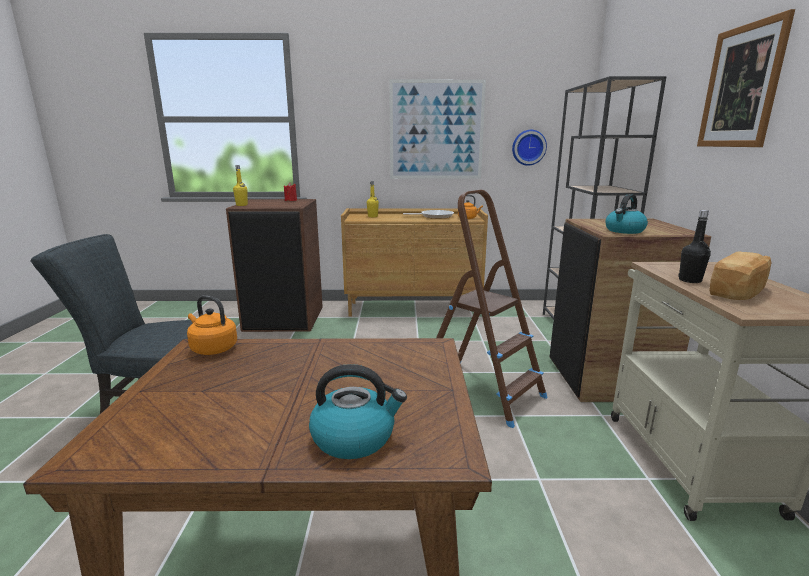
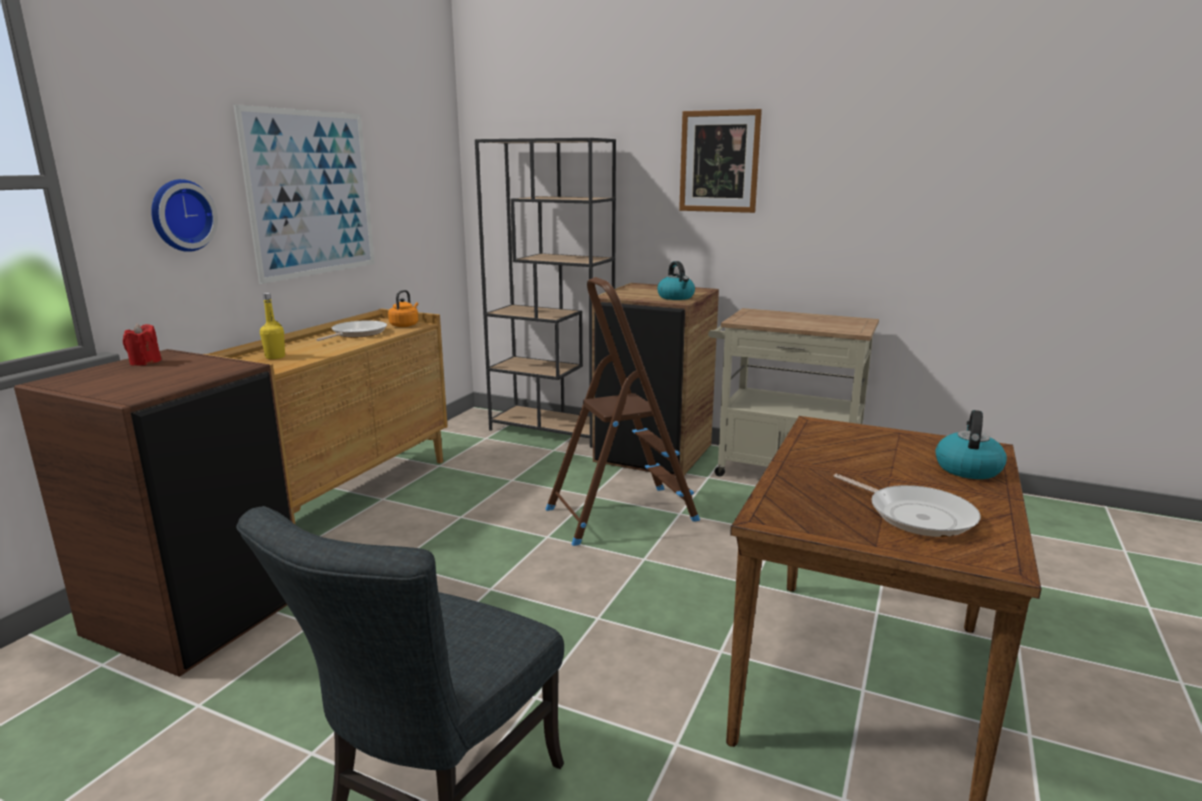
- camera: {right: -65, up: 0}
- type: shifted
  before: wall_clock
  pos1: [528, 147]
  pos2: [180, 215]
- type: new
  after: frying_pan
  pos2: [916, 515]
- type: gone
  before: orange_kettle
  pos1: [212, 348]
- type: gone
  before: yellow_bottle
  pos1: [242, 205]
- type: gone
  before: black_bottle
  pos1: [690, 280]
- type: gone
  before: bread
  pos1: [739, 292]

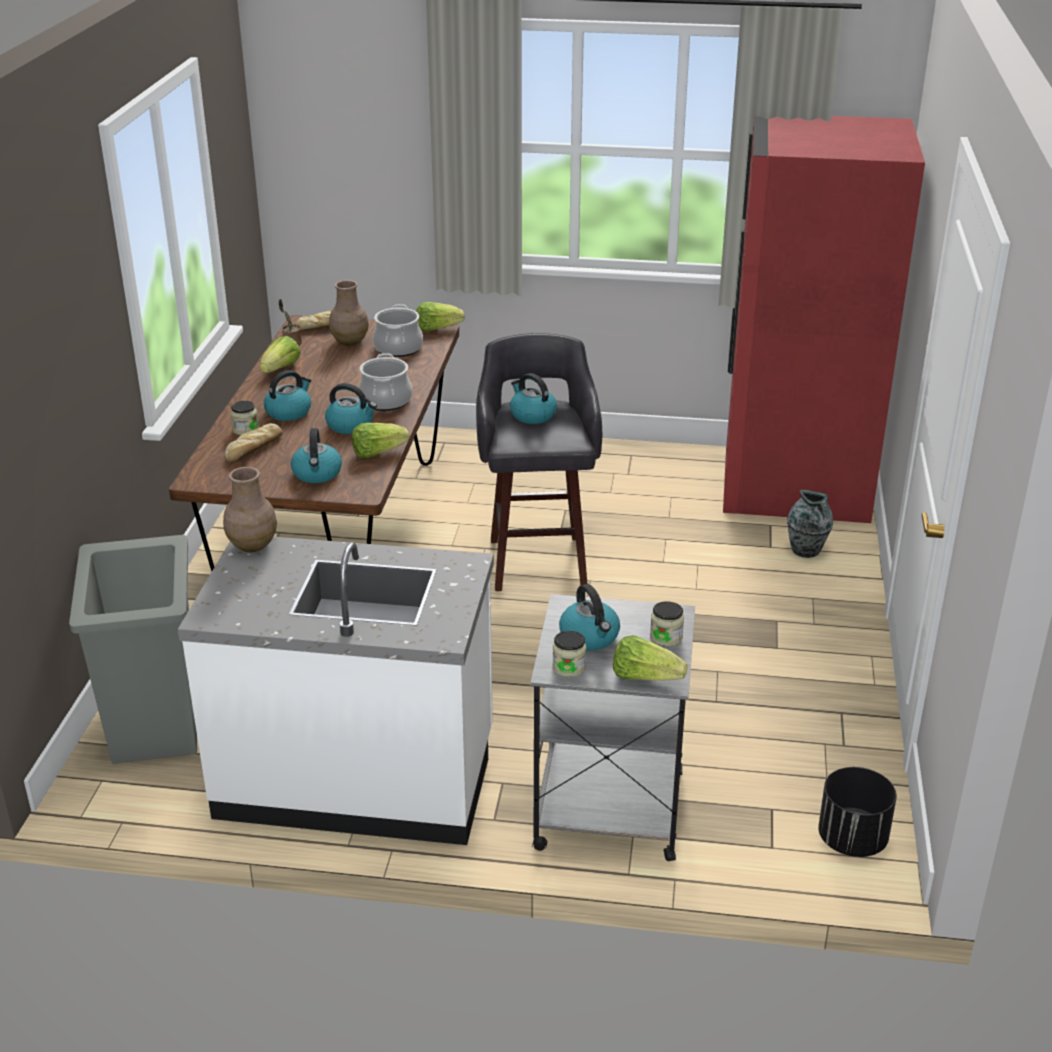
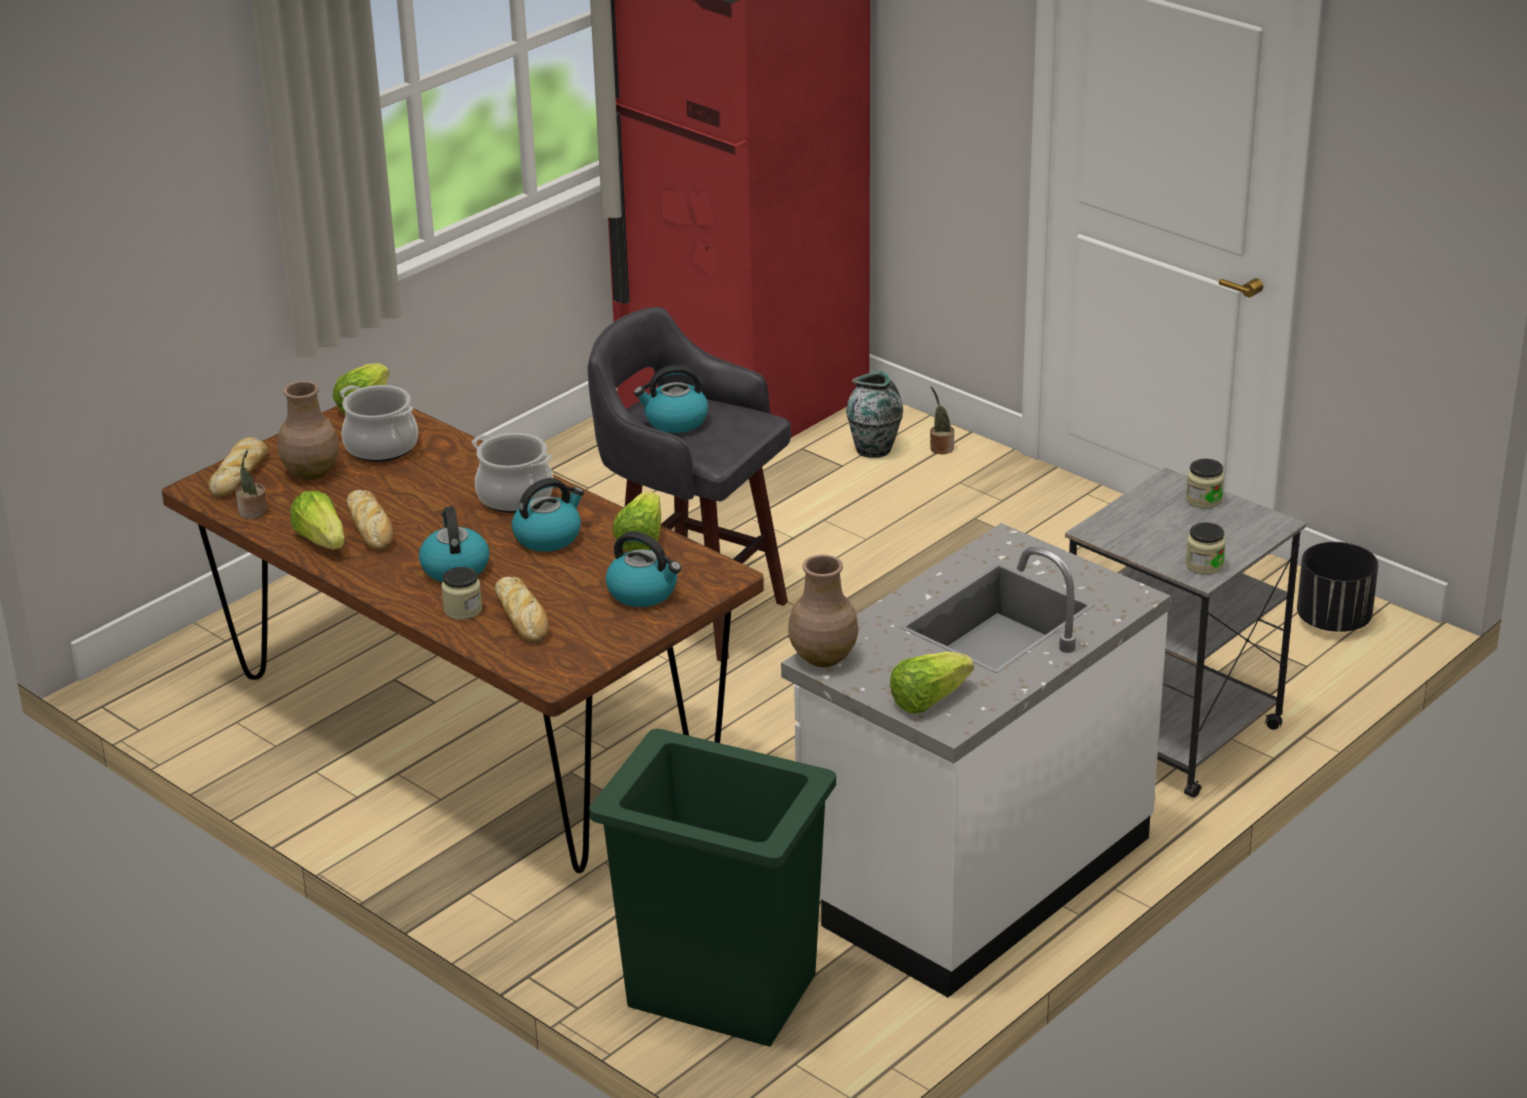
- camera: {right: -55, up: 0}
- type: new
  after: bread
  pos2: [371, 528]
- type: repainted
  before: grey_trash_can
  after: green_trash_can
  pos1: [157, 722]
  pos2: [720, 989]
- type: shifted
  before: lettuce
  pos1: [645, 677]
  pos2: [928, 700]
- type: new
  after: potted_plant
  pos2: [940, 448]
- type: gone
  before: kettle
  pos1: [590, 637]

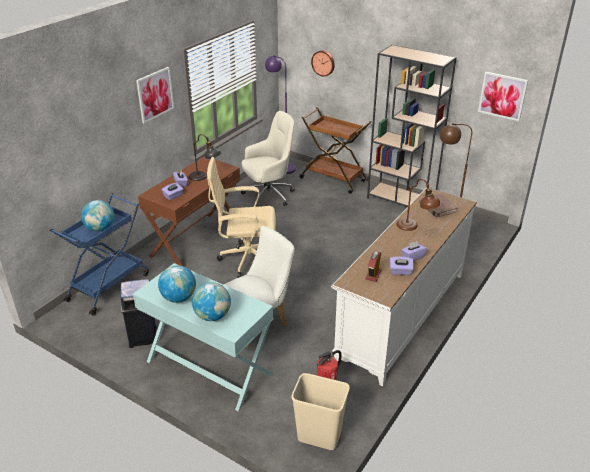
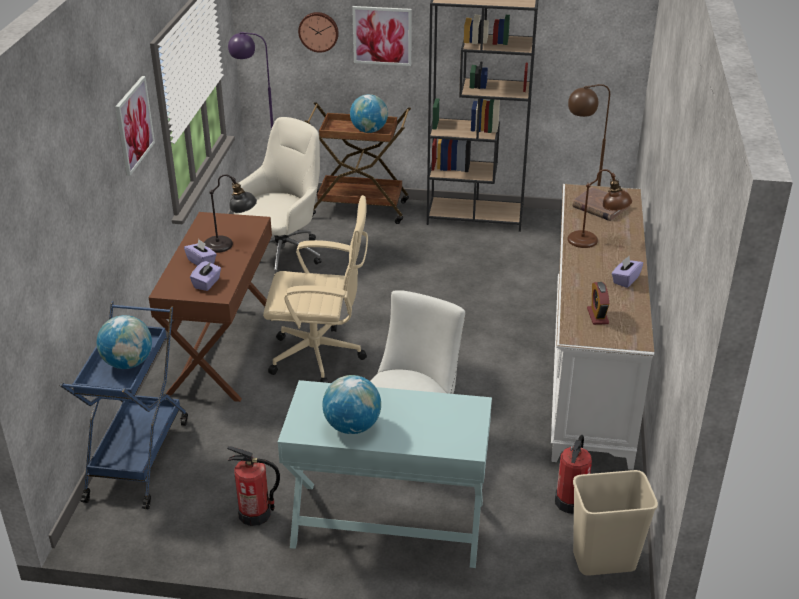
- camera: {right: -25, up: 0}
- type: swapped
  before: blue_trash_can
  after: fire_extinguisher
  pos1: [143, 336]
  pos2: [255, 514]
- type: rotated
  before: beige_office_chair
  pos1: [245, 259]
  pos2: [321, 357]
  turn: -150
- type: shifted
  before: globe
  pos1: [212, 316]
  pos2: [369, 130]
- type: shifted
  before: picture
  pos1: [502, 96]
  pos2: [382, 35]
- type: gone
  before: purple_tissue_box
  pos1: [400, 271]

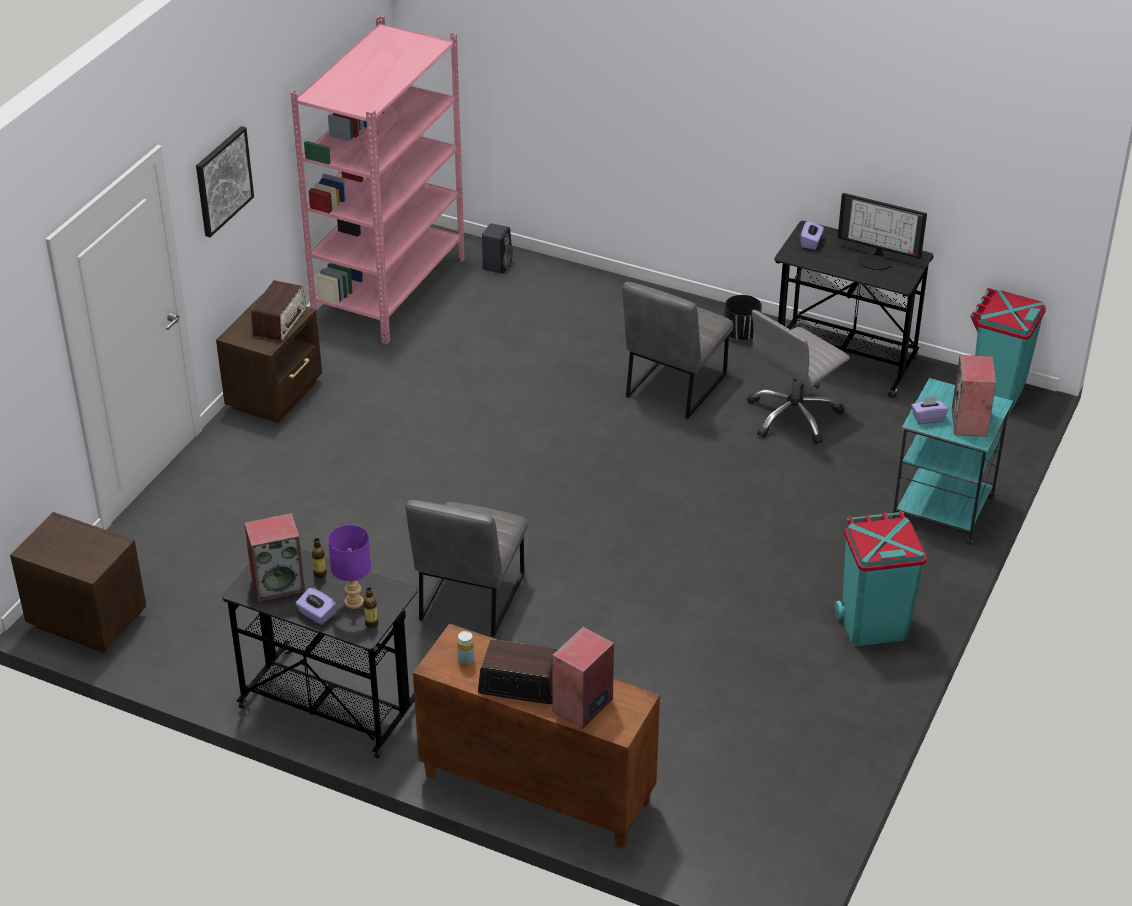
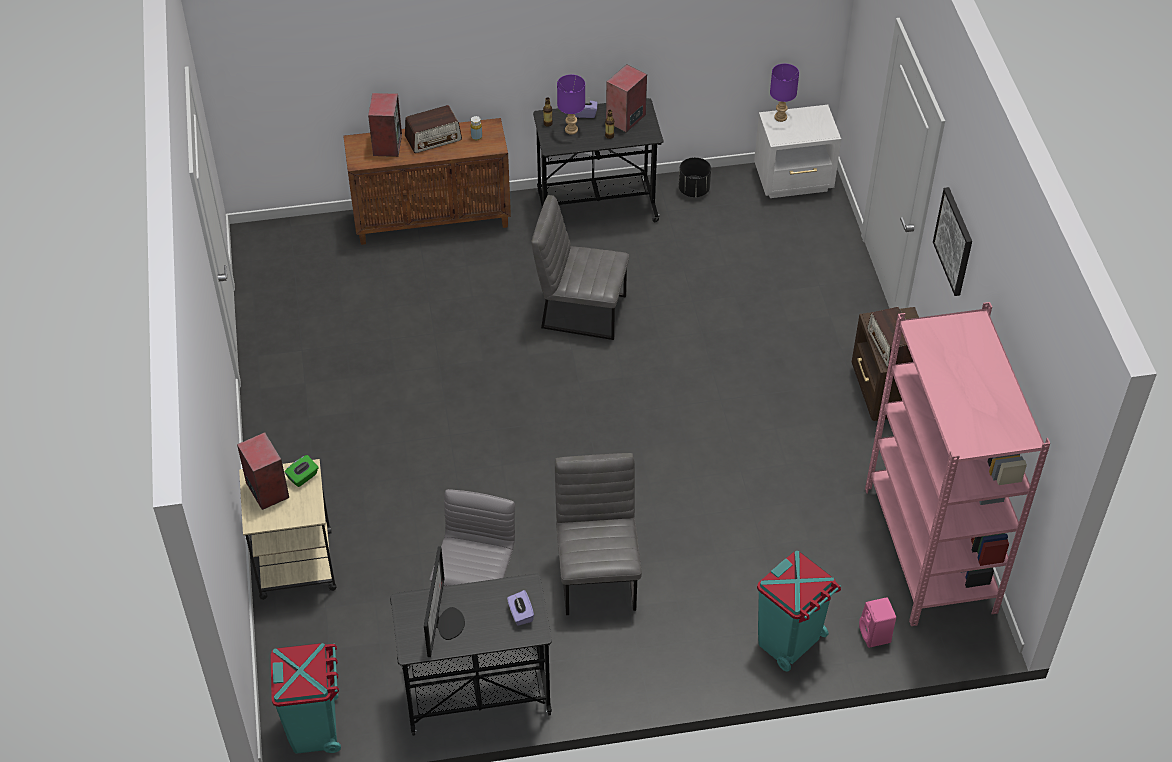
- camera: {right: 145, up: 10}
- type: repainted
  before: turquoise_cart
  after: beige_cart
  pos1: [942, 510]
  pos2: [296, 562]
- type: repainted
  before: purple_tissue_box
  after: green_tissue_box
  pos1: [927, 418]
  pos2: [303, 477]
- type: rotated
  before: monitor
  pos1: [876, 260]
  pos2: [446, 623]
  turn: 105
- type: rotated
  before: grey_chair
  pos1: [470, 599]
  pos2: [581, 310]
  turn: -60
- type: shifted
  before: black_planter
  pos1: [741, 333]
  pos2: [693, 190]
- type: repainted
  before: brown_nightstand
  after: white_nightstand
  pos1: [87, 620]
  pos2: [794, 180]
- type: shifted
  before: turquoise_trash_can
  pos1: [873, 625]
  pos2: [790, 641]
- type: new
  after: purple_table_lamp
  pos2: [781, 117]
- type: repainted
  before: black_speaker
  after: pink_speaker
  pos1: [497, 265]
  pos2: [875, 635]

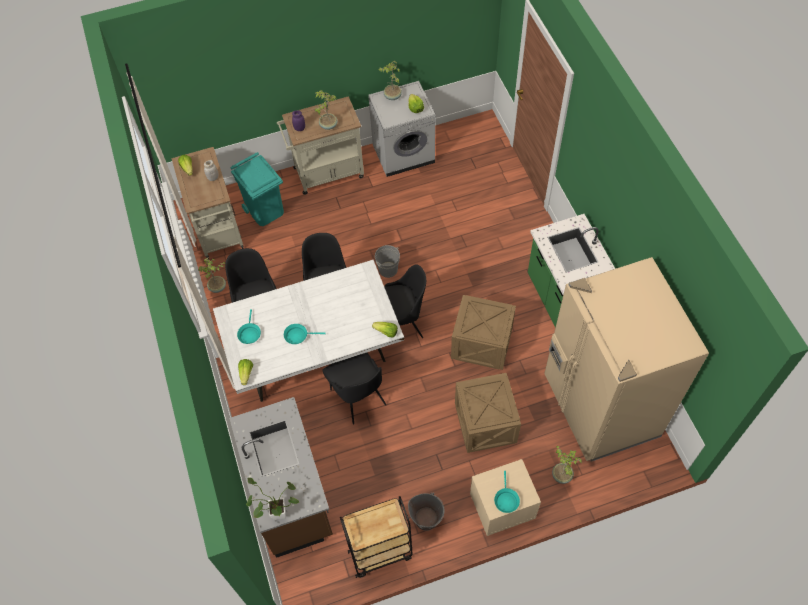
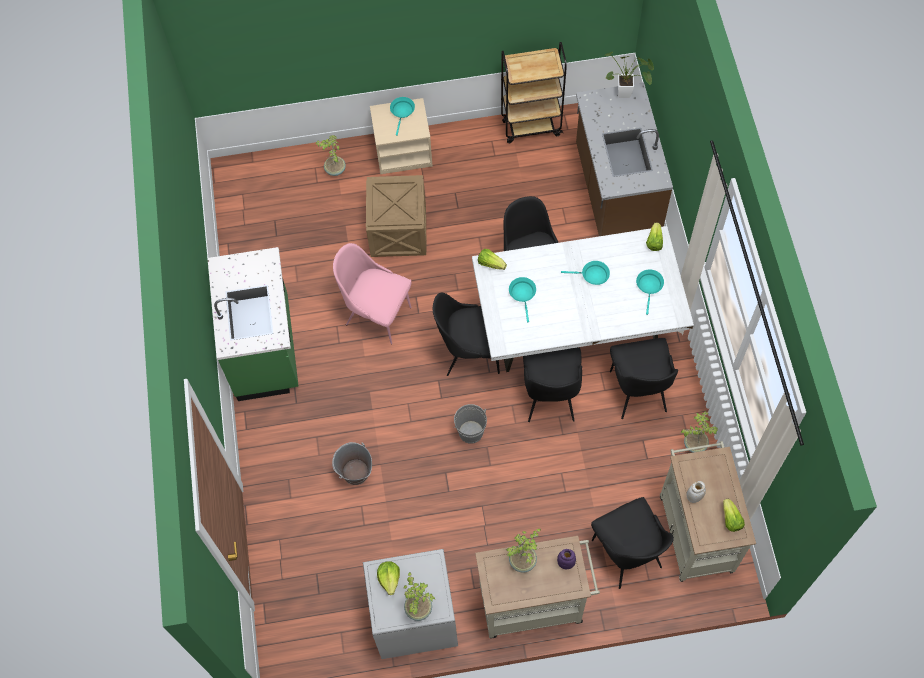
- camera: {right: -170, up: 5}
- type: shifted
  before: grey_bucket
  pos1: [426, 518]
  pos2: [355, 472]
- type: swapped
  before: crate
  after: pink_chair
  pos1: [482, 344]
  pos2: [377, 316]
- type: new
  after: turquoise_frying_pan
  pos2: [523, 294]
- type: swapped
  before: turquoise_trash_can
  after: black_chair
  pos1: [265, 210]
  pos2: [627, 554]
- type: gone
  before: beige_fridge
  pos1: [600, 406]

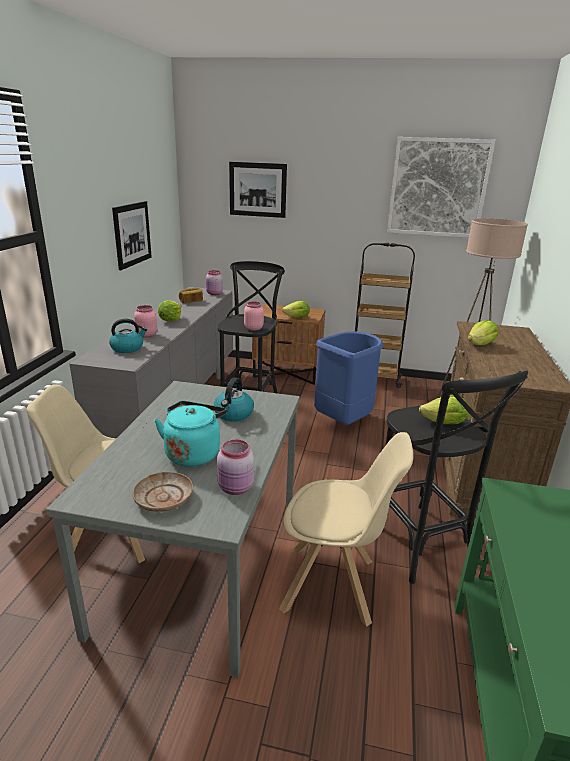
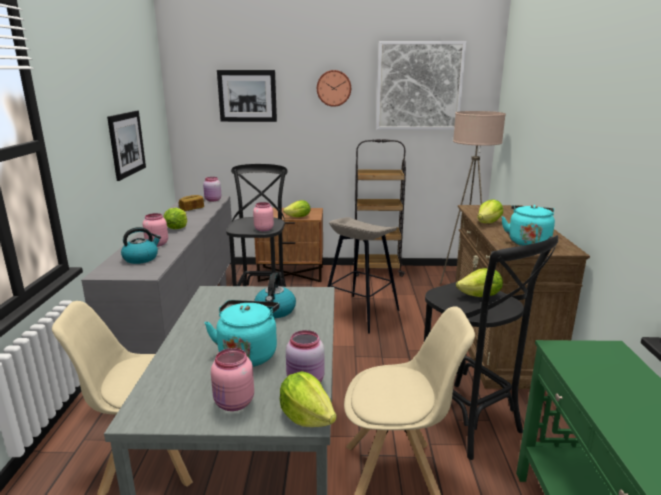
- camera: {right: -10, up: -5}
- type: swapped
  before: beige_plate
  after: pink_jar
  pos1: [163, 498]
  pos2: [233, 403]
- type: new
  after: lettuce
  pos2: [306, 417]
- type: new
  after: wall_clock
  pos2: [334, 88]
- type: swapped
  before: blue_trash_can
  after: grey_stool
  pos1: [344, 421]
  pos2: [360, 313]
- type: new
  after: turquoise_kettle
  pos2: [528, 242]

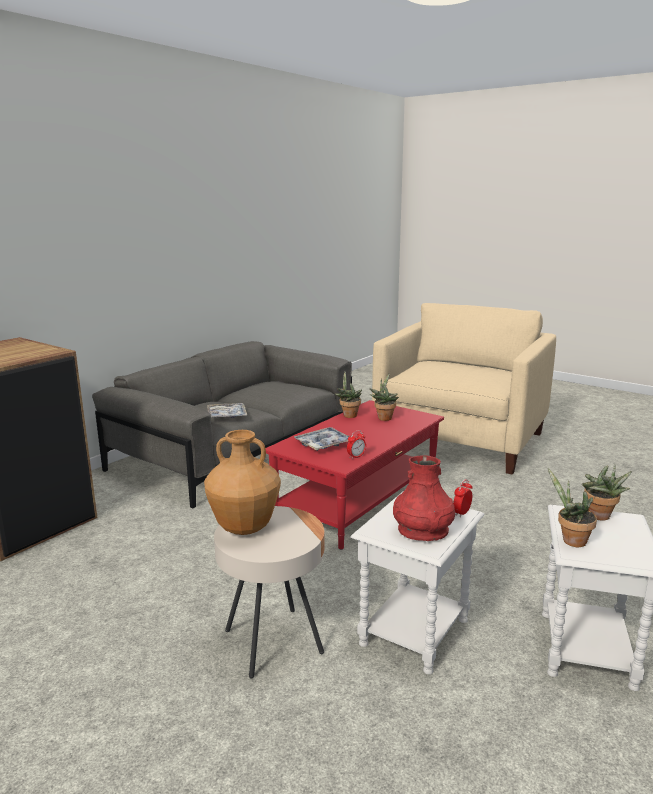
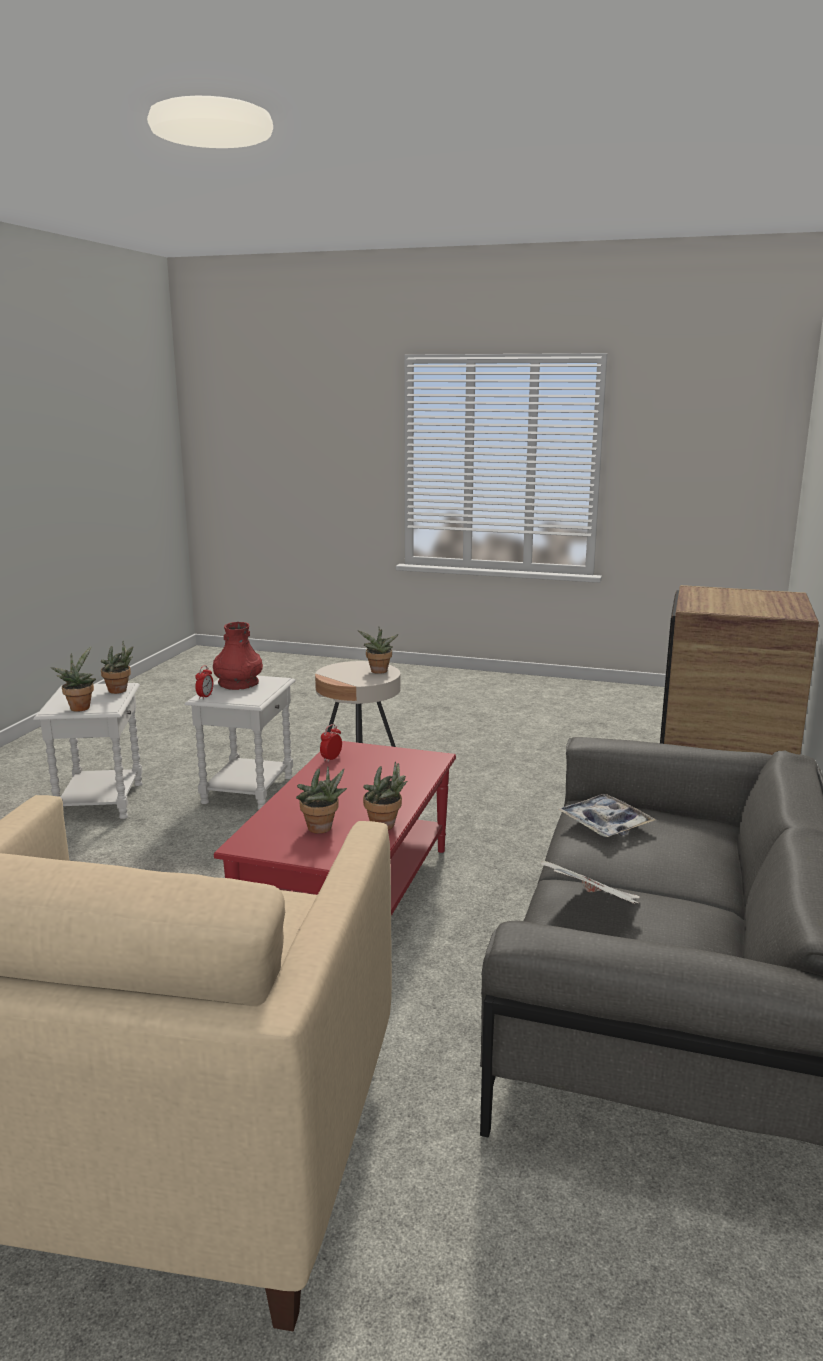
- camera: {right: 160, up: 0}
- type: swapped
  before: brown_vase
  after: potted_plant
  pos1: [244, 528]
  pos2: [378, 672]
- type: new
  after: newspaper
  pos2: [593, 907]
- type: gone
  before: tray
  pos1: [323, 444]

